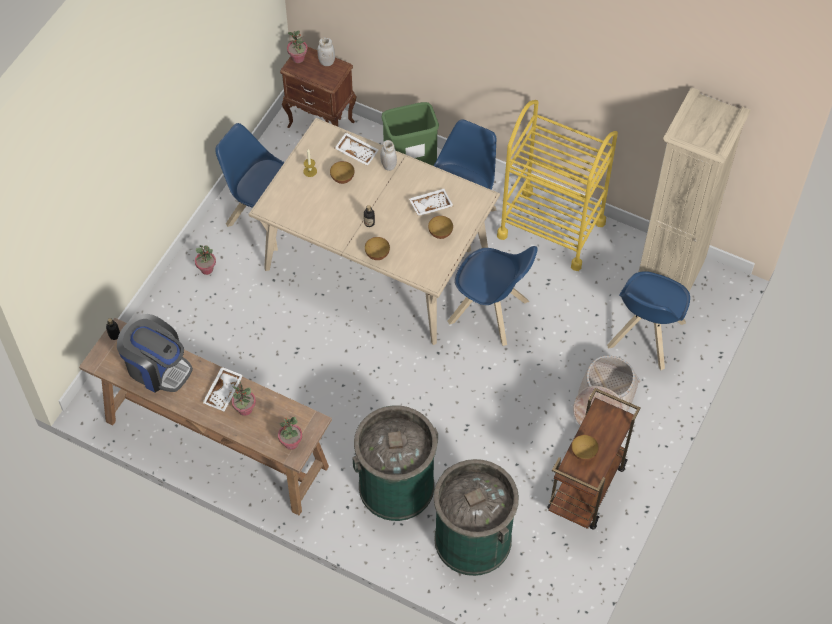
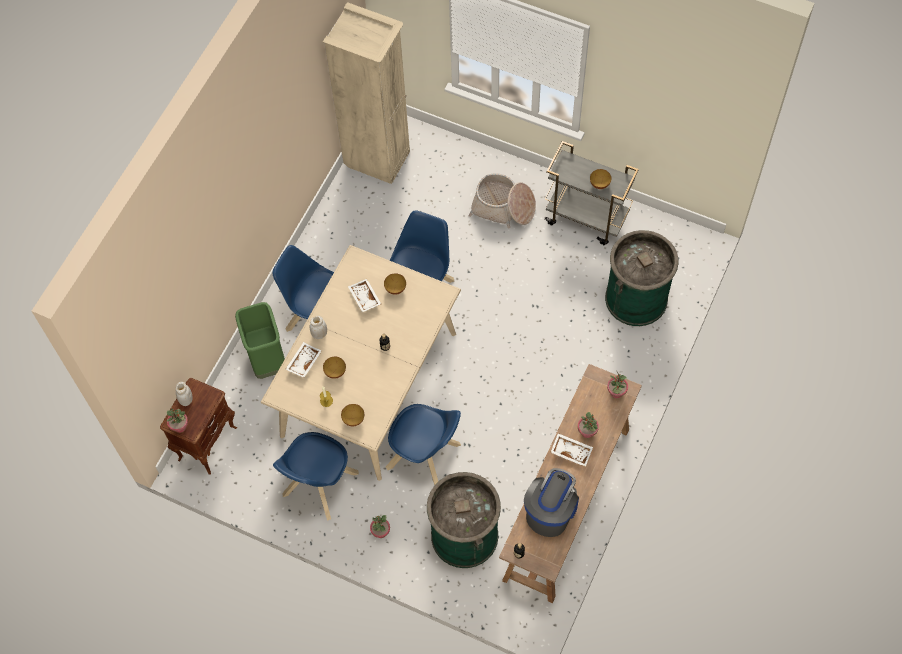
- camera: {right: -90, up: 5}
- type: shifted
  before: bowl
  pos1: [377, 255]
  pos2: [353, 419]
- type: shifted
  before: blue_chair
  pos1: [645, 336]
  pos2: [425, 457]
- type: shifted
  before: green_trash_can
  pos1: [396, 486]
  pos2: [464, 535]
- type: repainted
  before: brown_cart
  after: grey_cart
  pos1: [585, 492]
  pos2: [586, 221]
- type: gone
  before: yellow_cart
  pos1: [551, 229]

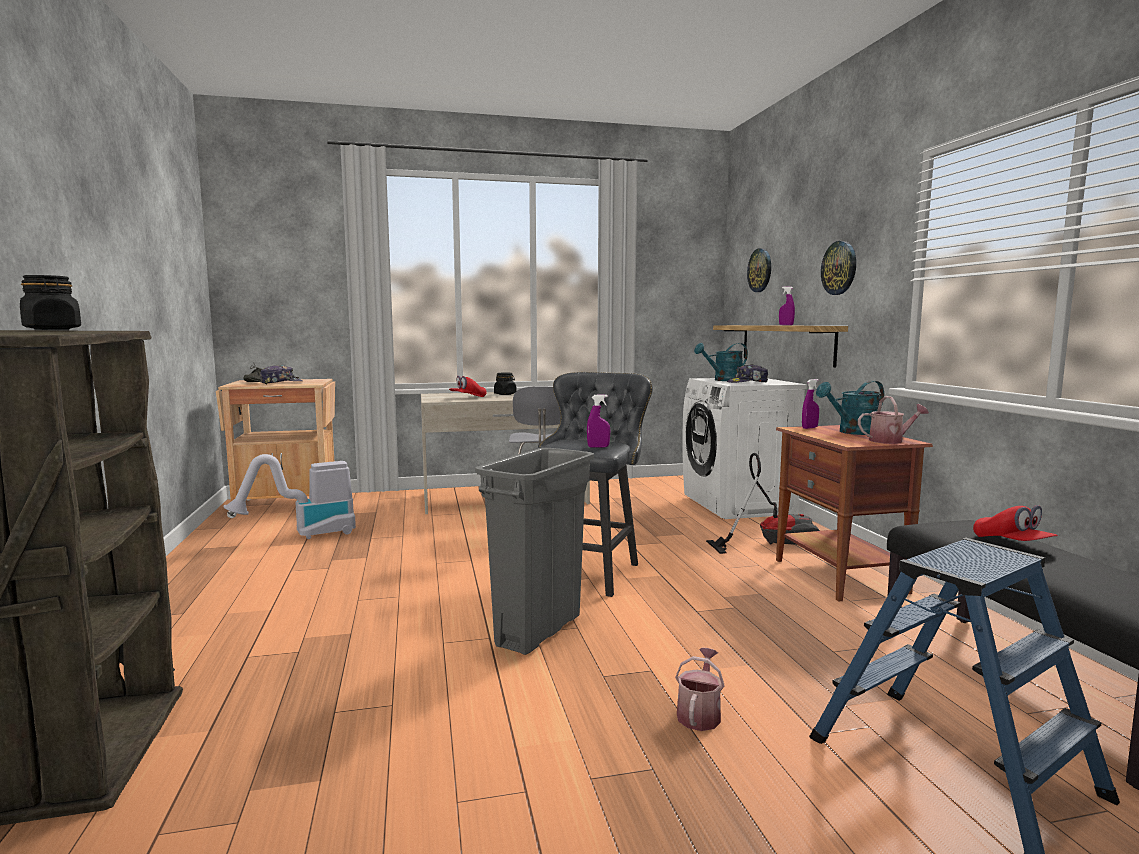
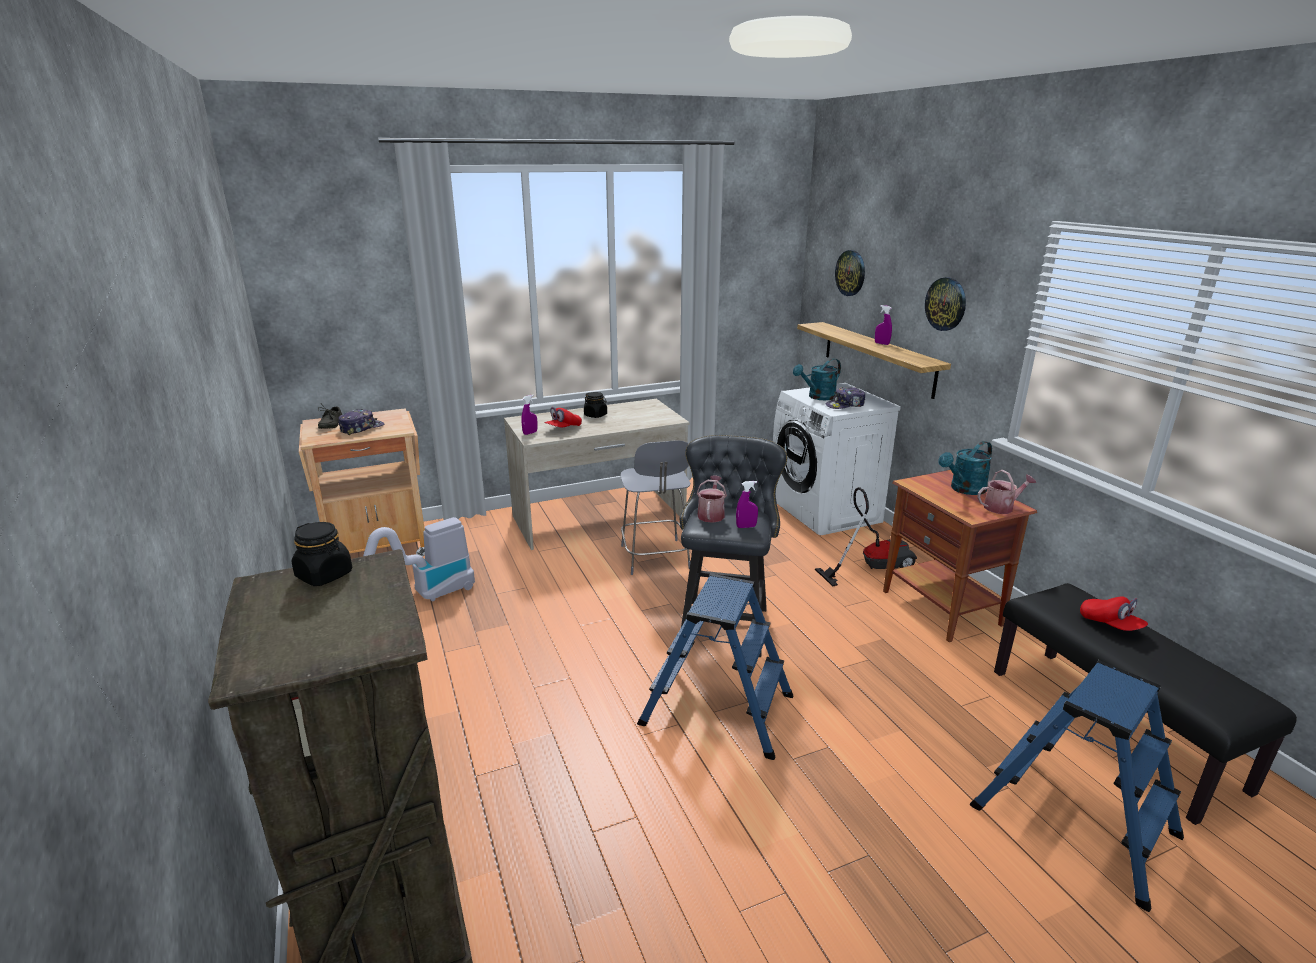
- camera: {right: -10, up: 15}
- type: shifted
  before: purple_spray_bottle
  pos1: [809, 428]
  pos2: [530, 433]
- type: swapped
  before: grey_trash_can
  after: blue_step_ladder
  pos1: [539, 630]
  pos2: [717, 709]
- type: shifted
  before: watering_can
  pos1: [699, 713]
  pos2: [711, 514]

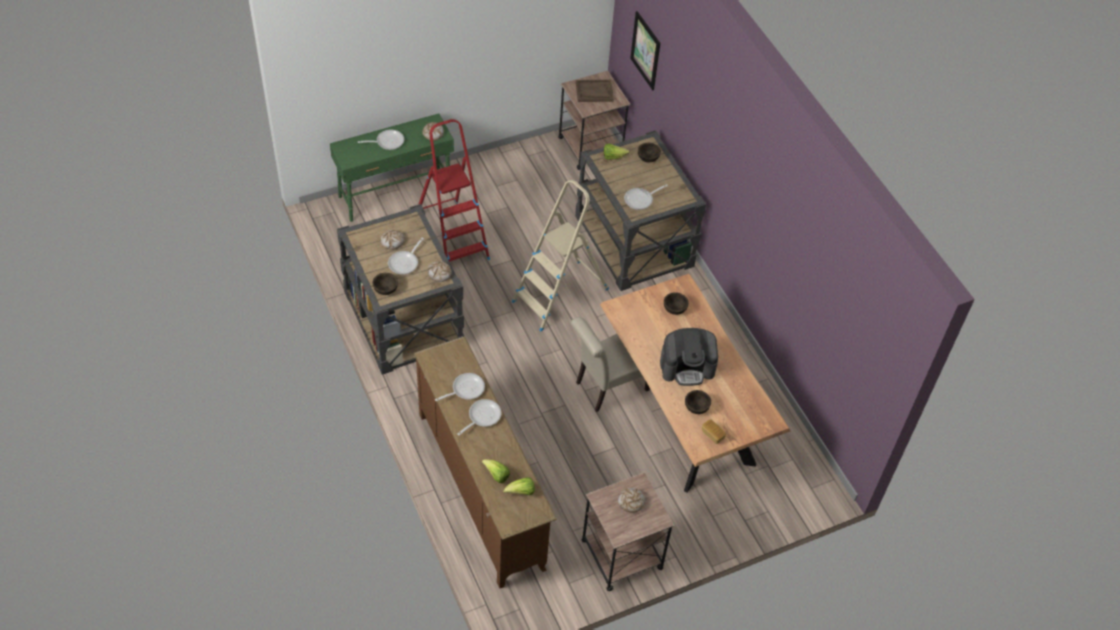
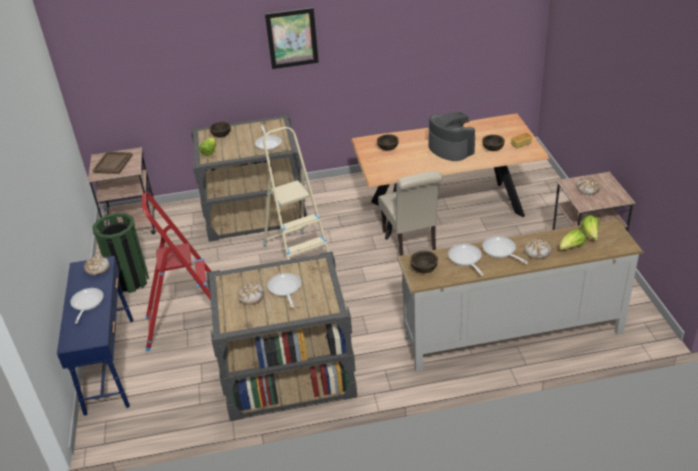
- camera: {right: -70, up: -15}
- type: repainted
  before: green_console_table
  after: blue_console_table
  pos1: [396, 195]
  pos2: [111, 364]
- type: new
  after: green_trash_can
  pos2: [130, 280]
- type: shifted
  before: picture
  pos1: [645, 50]
  pos2: [292, 38]
- type: rotated
  before: frying_pan
  pos1: [405, 262]
  pos2: [285, 289]
  turn: -150
- type: repainted
  before: brown_cabinet
  after: grey_cabinet
  pos1: [482, 488]
  pos2: [511, 334]
- type: shifted
  before: brown_bowl
  pos1: [385, 289]
  pos2: [423, 269]
- type: rotated
  before: coffee_machine
  pos1: [687, 367]
  pos2: [450, 148]
  turn: -45
- type: shifted
  before: bread
  pos1: [439, 273]
  pos2: [537, 252]

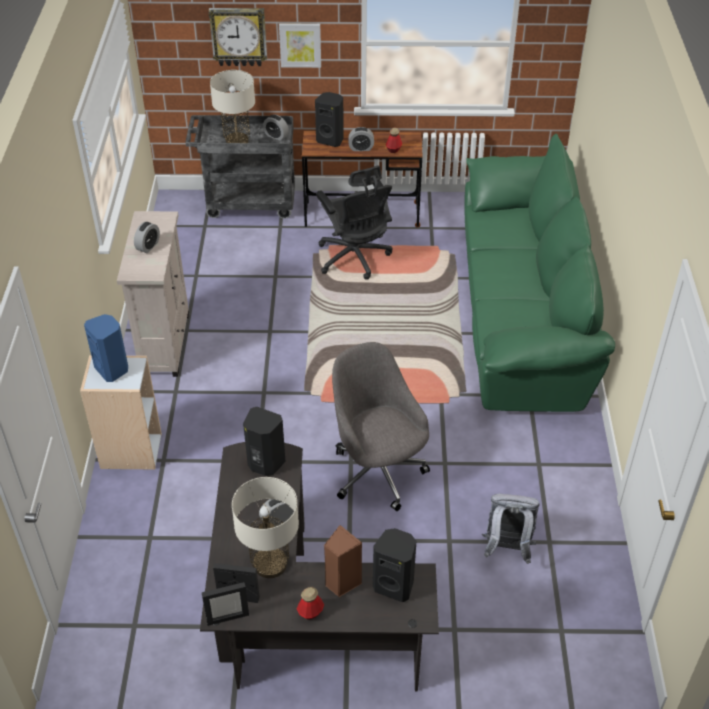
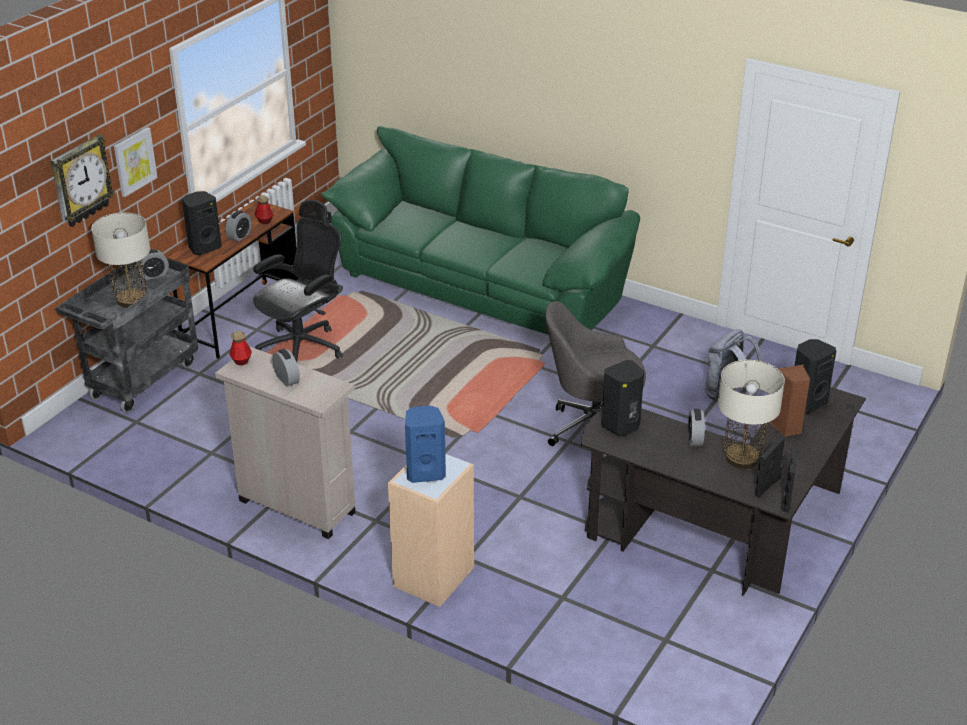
- camera: {right: -60, up: -10}
- type: shifted
  before: bottle
  pos1: [310, 612]
  pos2: [241, 361]
- type: rotated
  before: office_chair
  pos1: [354, 259]
  pos2: [303, 346]
  turn: -60

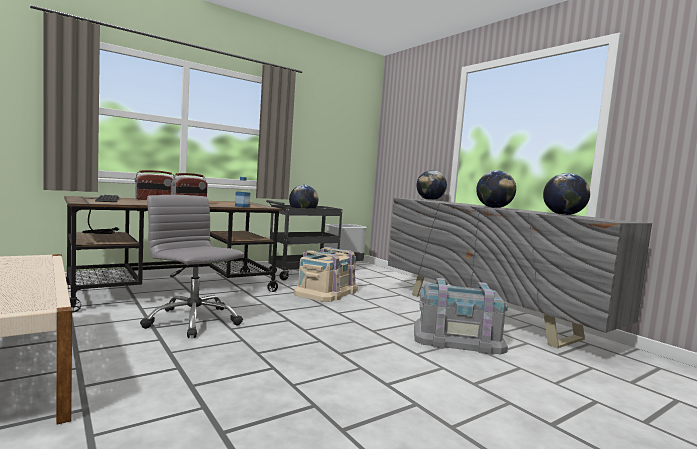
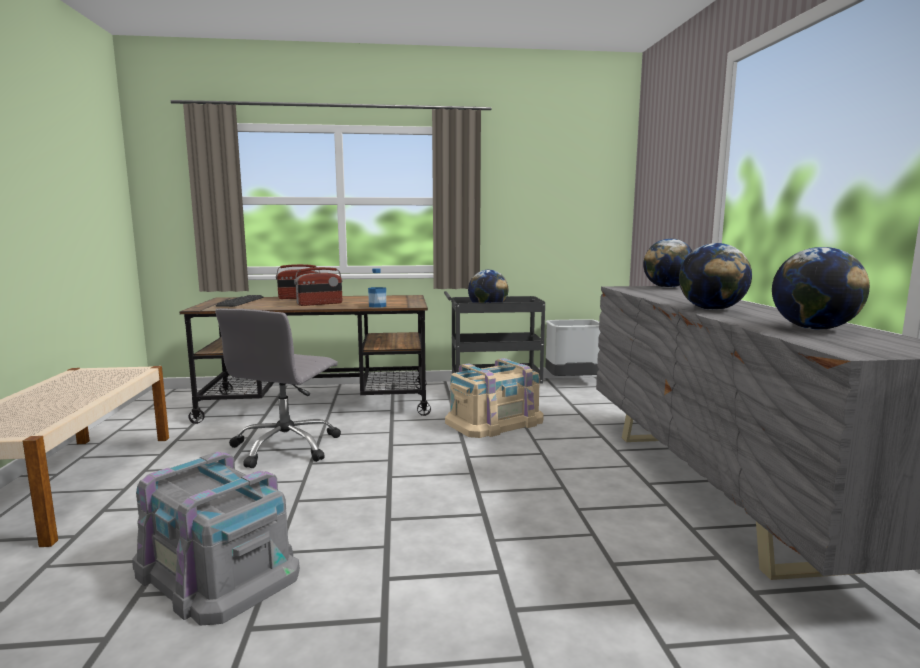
- camera: {right: 30, up: 5}
- type: shifted
  before: grey_storage_box
  pos1: [457, 338]
  pos2: [217, 569]
- type: rotated
  before: grey_office_chair
  pos1: [193, 321]
  pos2: [286, 447]
  turn: -135

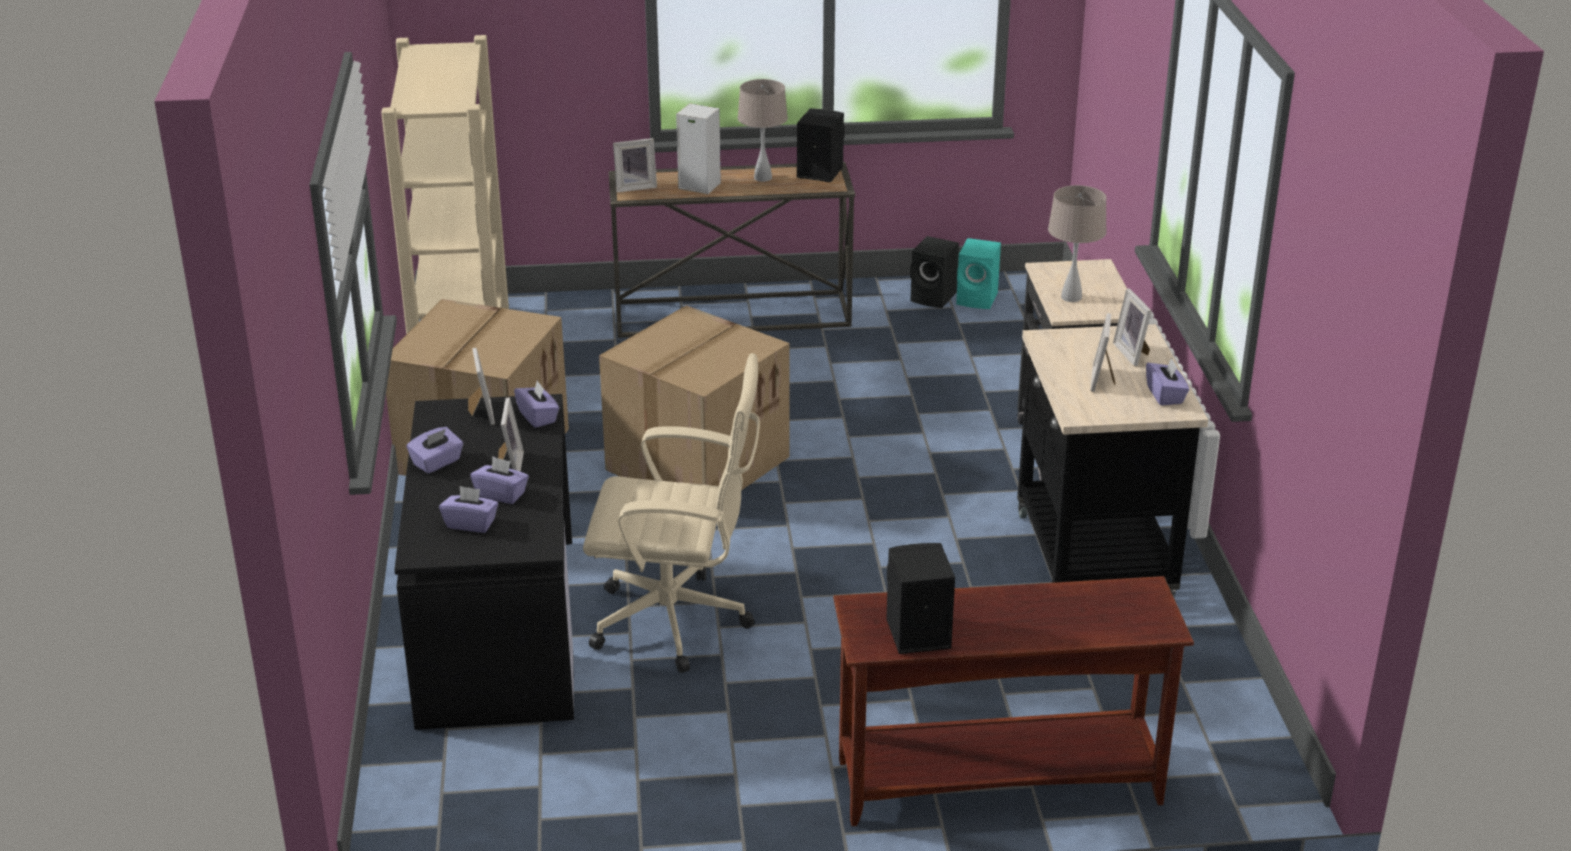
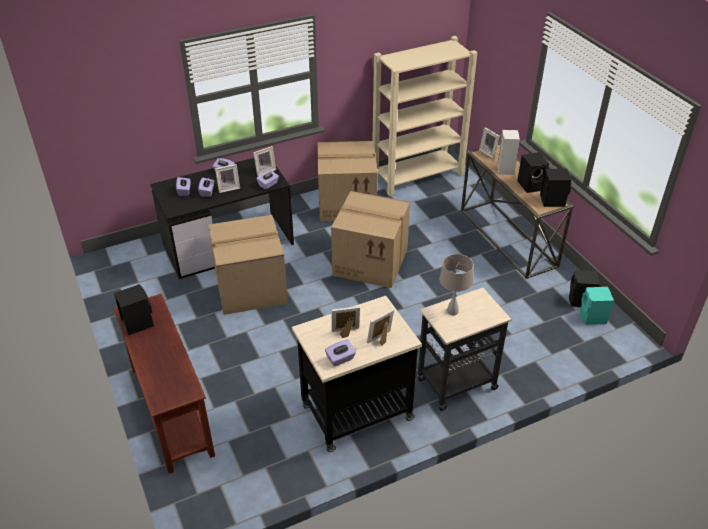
- camera: {right: 70, up: 10}
- type: swapped
  before: beige_office_chair
  after: cardboard_box
  pos1: [678, 623]
  pos2: [250, 288]
- type: swapped
  before: beige_table_lamp
  after: black_speaker
  pos1: [762, 178]
  pos2: [531, 185]

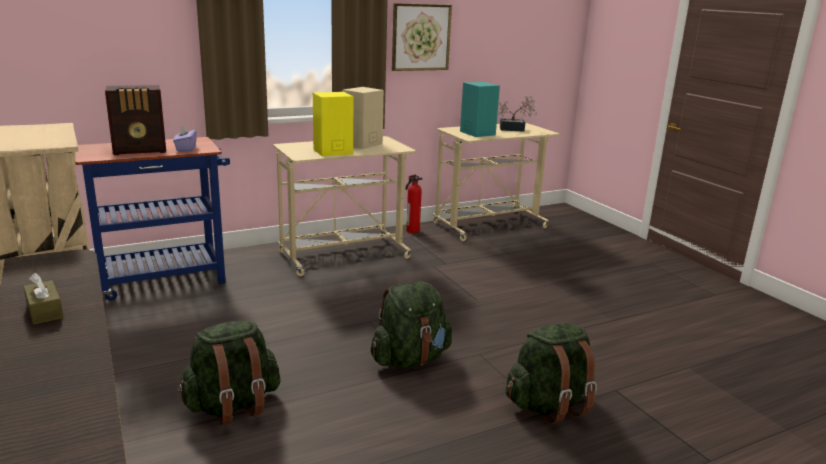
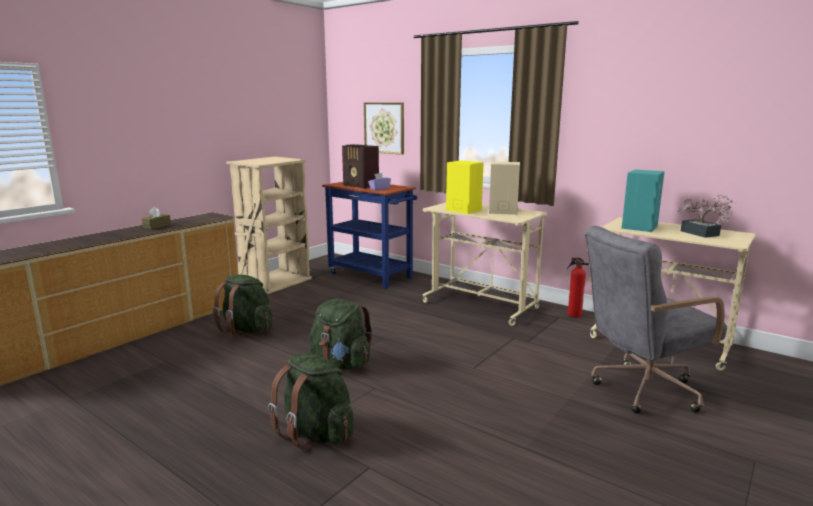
- camera: {right: 65, up: -5}
- type: shifted
  before: picture
  pos1: [421, 37]
  pos2: [384, 128]
- type: new
  after: grey_office_chair
  pos2: [641, 392]

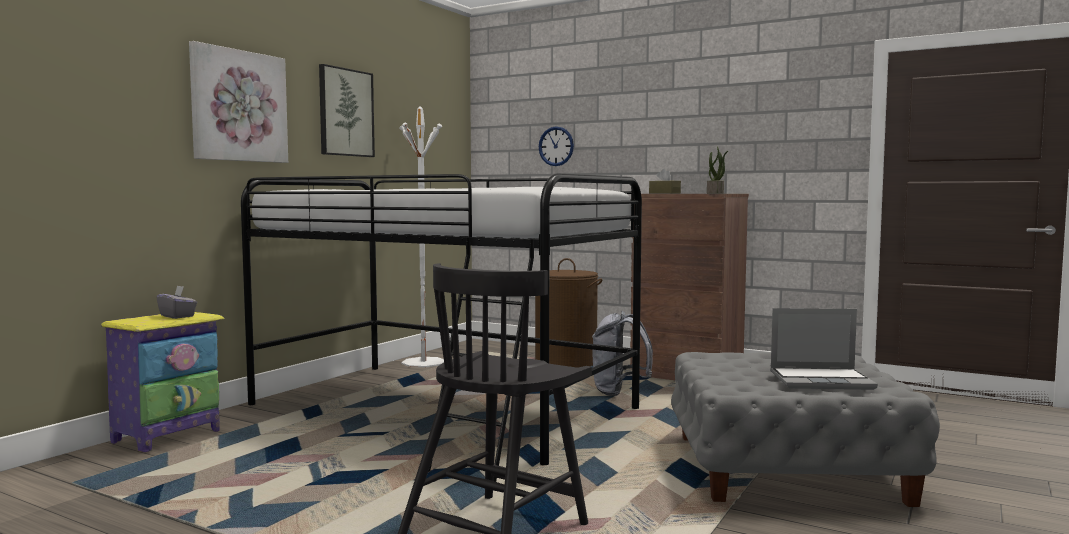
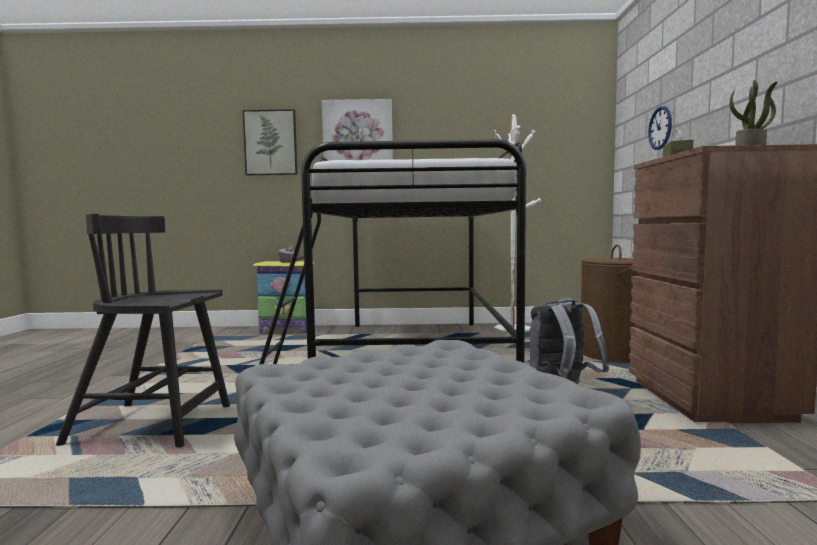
- camera: {right: 60, up: 0}
- type: shifted
  before: picture
  pos1: [345, 112]
  pos2: [270, 143]
- type: gone
  before: laptop
  pos1: [822, 381]

